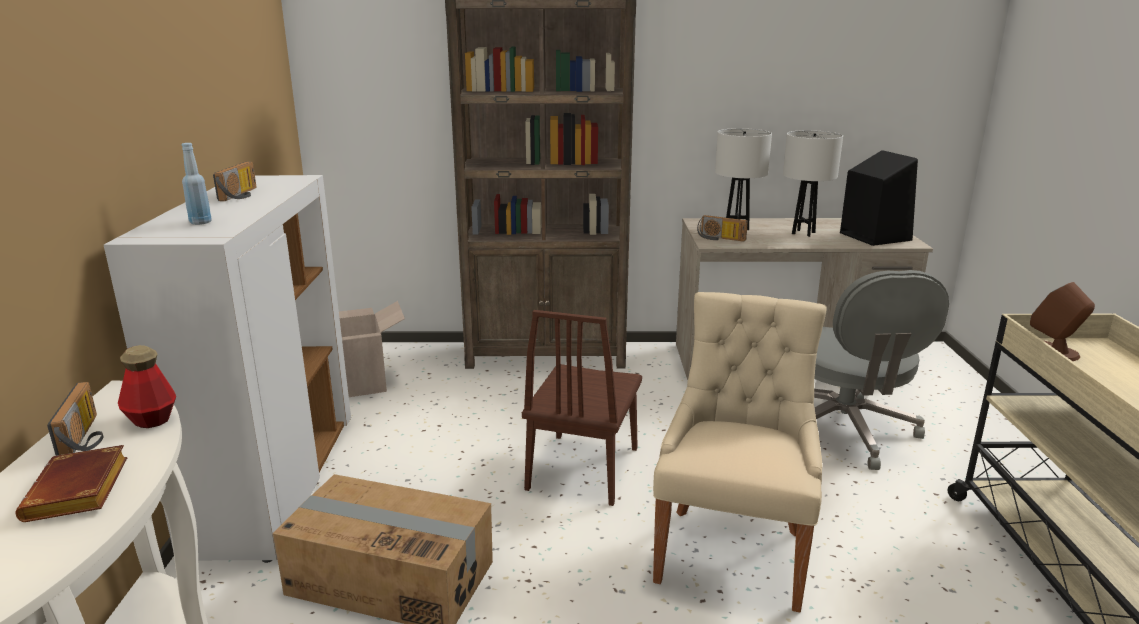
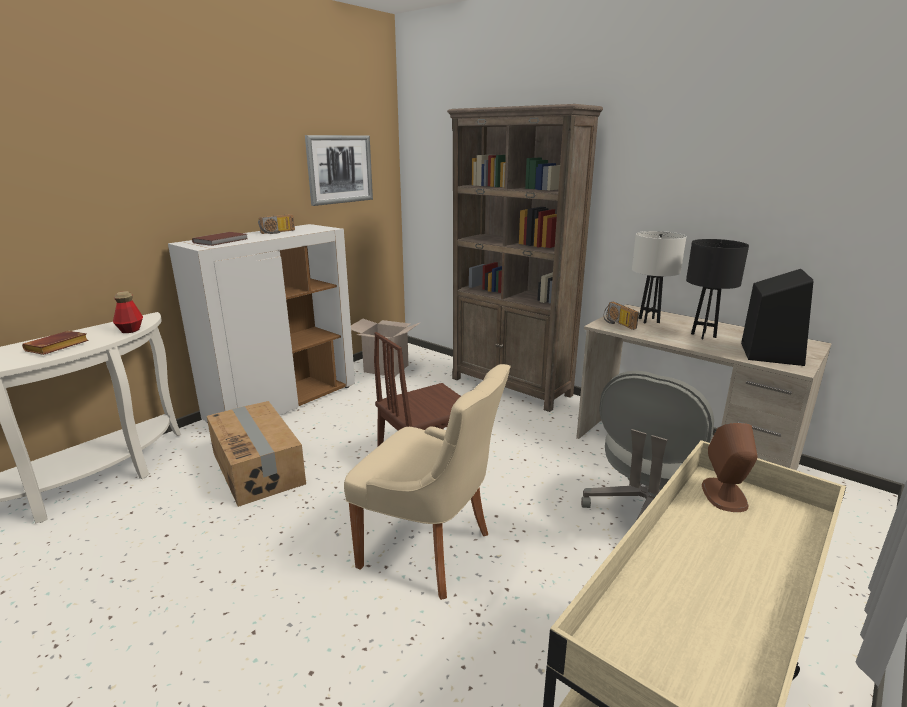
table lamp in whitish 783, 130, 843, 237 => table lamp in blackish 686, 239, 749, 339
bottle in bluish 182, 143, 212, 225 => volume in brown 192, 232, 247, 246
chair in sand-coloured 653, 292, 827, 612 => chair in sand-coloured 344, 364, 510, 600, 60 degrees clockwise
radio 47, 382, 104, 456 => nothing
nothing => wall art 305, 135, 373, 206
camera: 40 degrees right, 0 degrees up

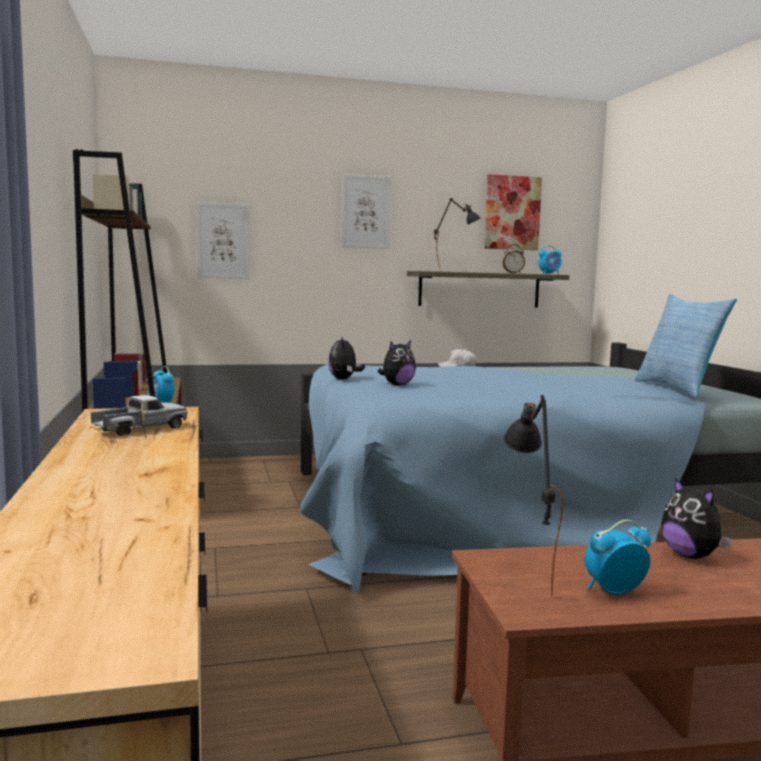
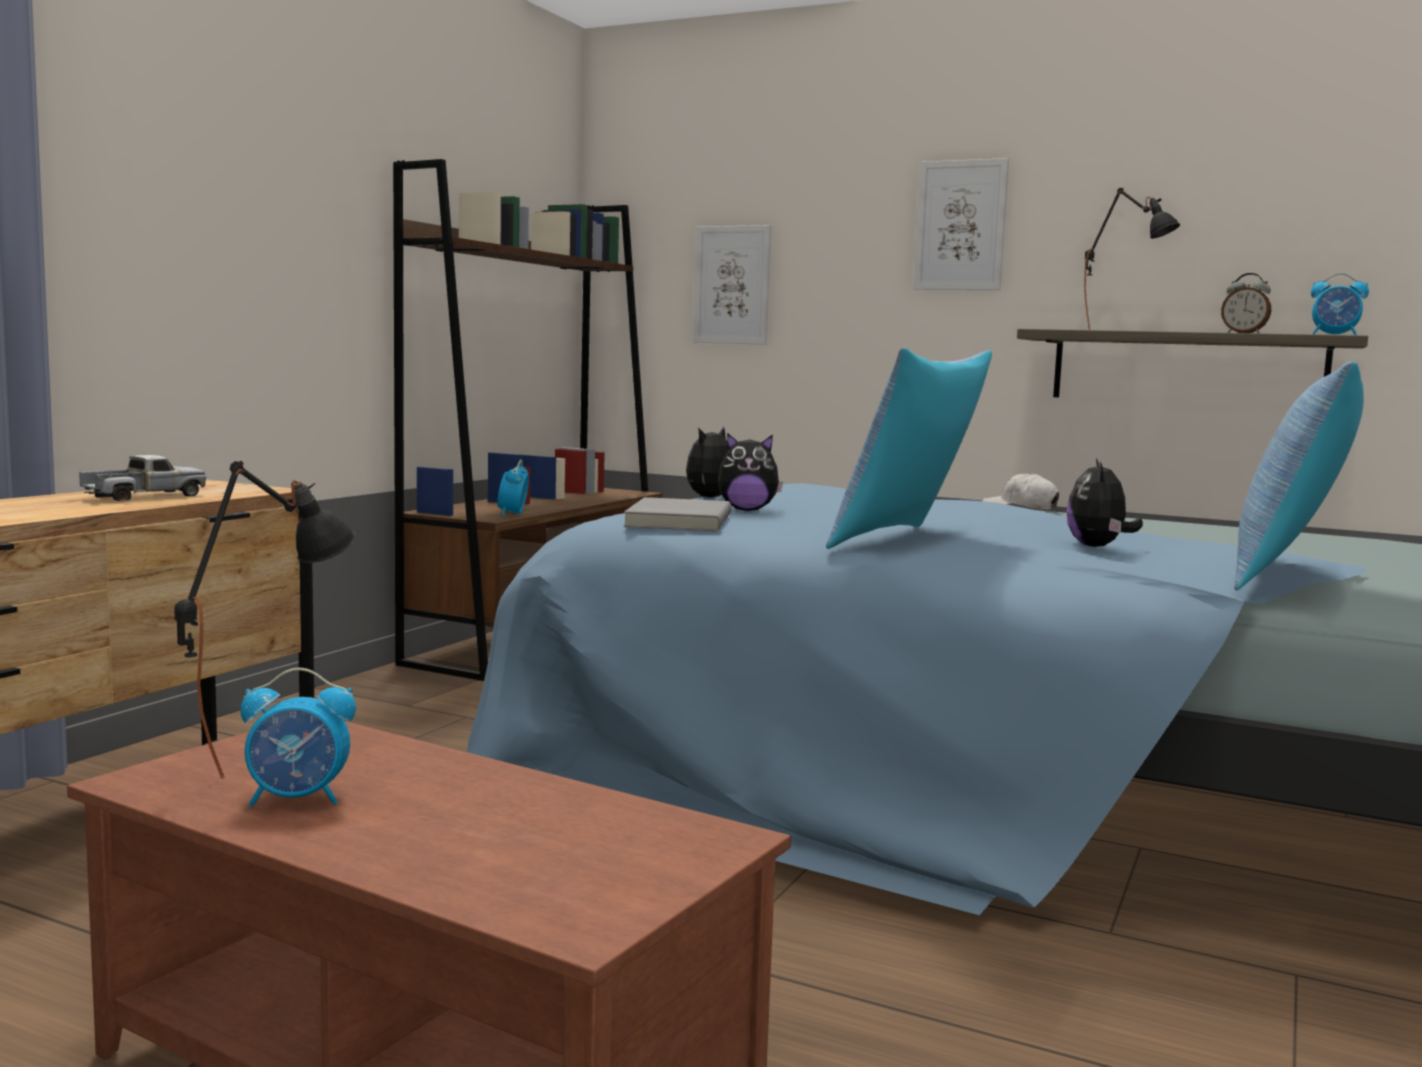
wall art 484, 174, 542, 250 => nothing
model truck 91, 395, 188, 436 => model truck 79, 455, 206, 501, 45 degrees counterclockwise
cuddly toy 661, 478, 733, 559 => cuddly toy 1066, 458, 1143, 547, moved
bedside clock 584, 520, 651, 595 => bedside clock 240, 668, 356, 807, 150 degrees clockwise
nothing => throw pillow 826, 347, 992, 549
nothing => volume in gray 624, 497, 732, 531
camera: 40 degrees right, 0 degrees up

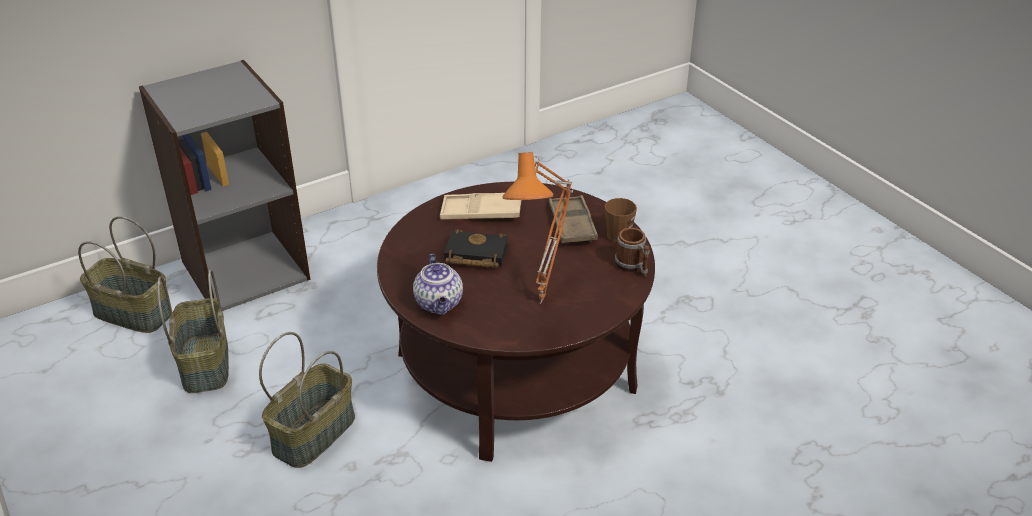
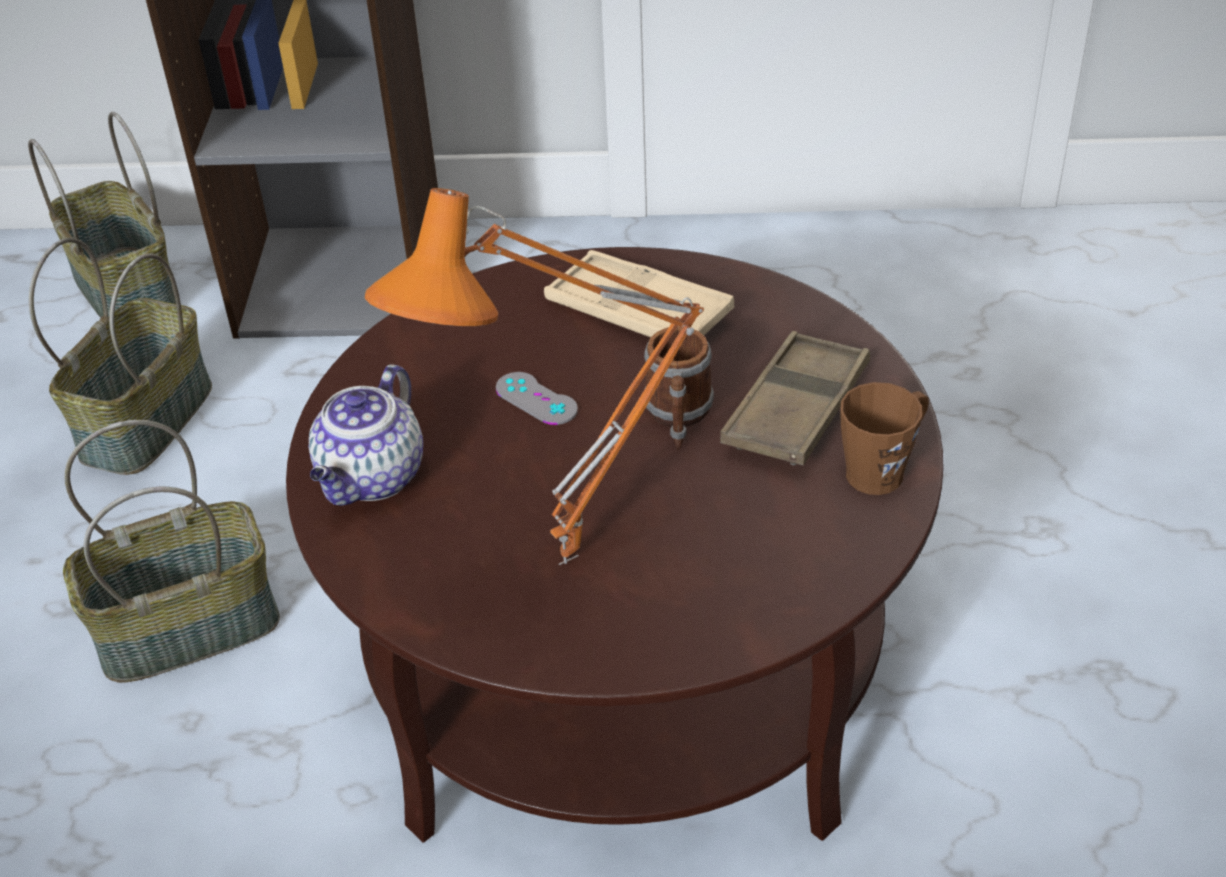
mug 615, 228, 650, 278 => mug 644, 326, 714, 450, moved
volume in blackish 444, 229, 508, 268 => game controller in gray 496, 372, 578, 425
camera: 35 degrees right, 5 degrees up

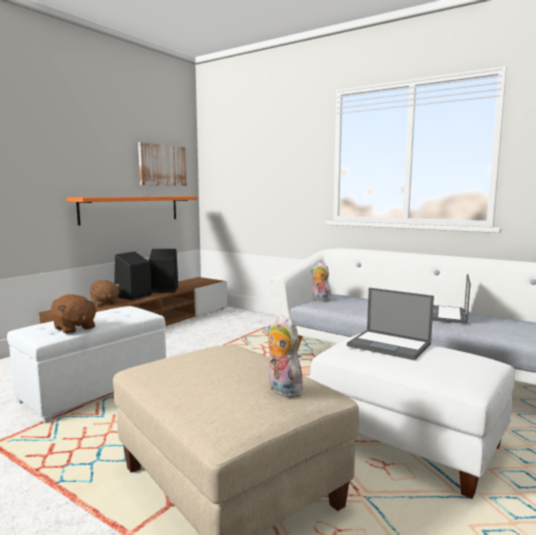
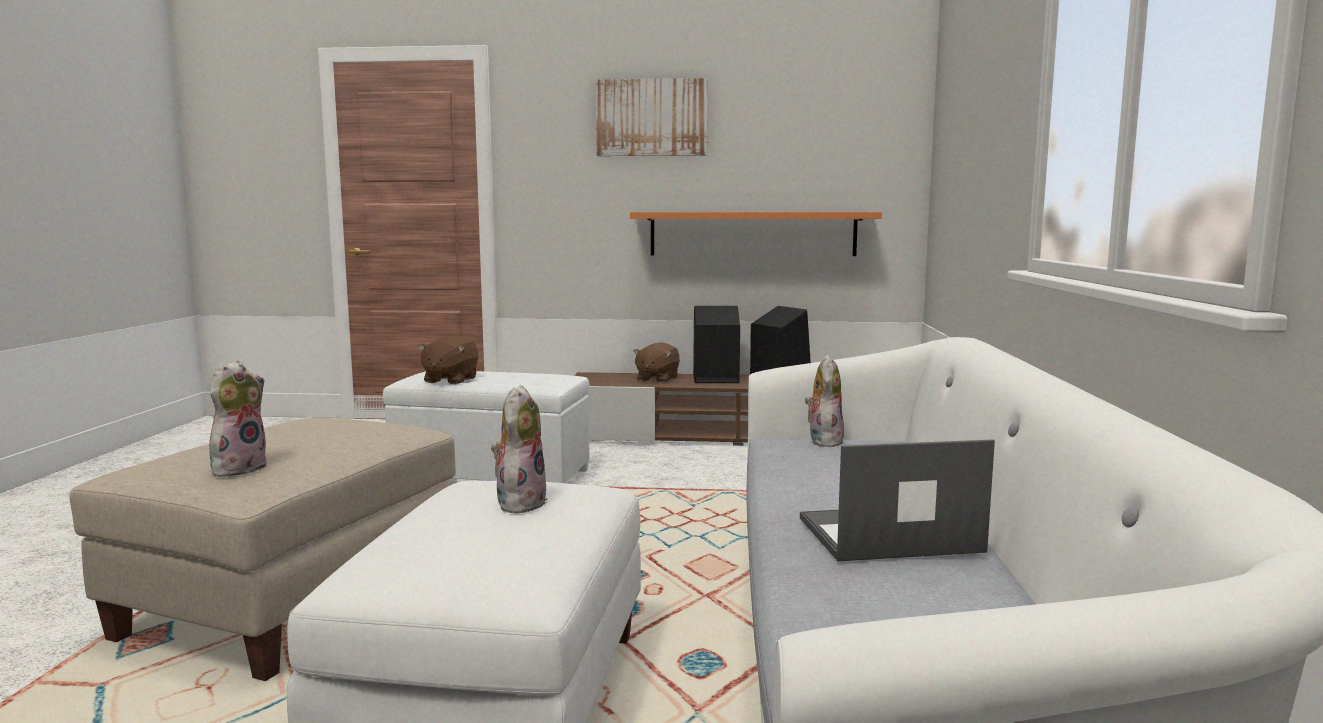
wall art 138, 142, 187, 186 => wall art 596, 78, 708, 156, moved
notebook computer 347, 288, 434, 360 => cuddly toy 491, 385, 547, 514
camera: 60 degrees right, 0 degrees up

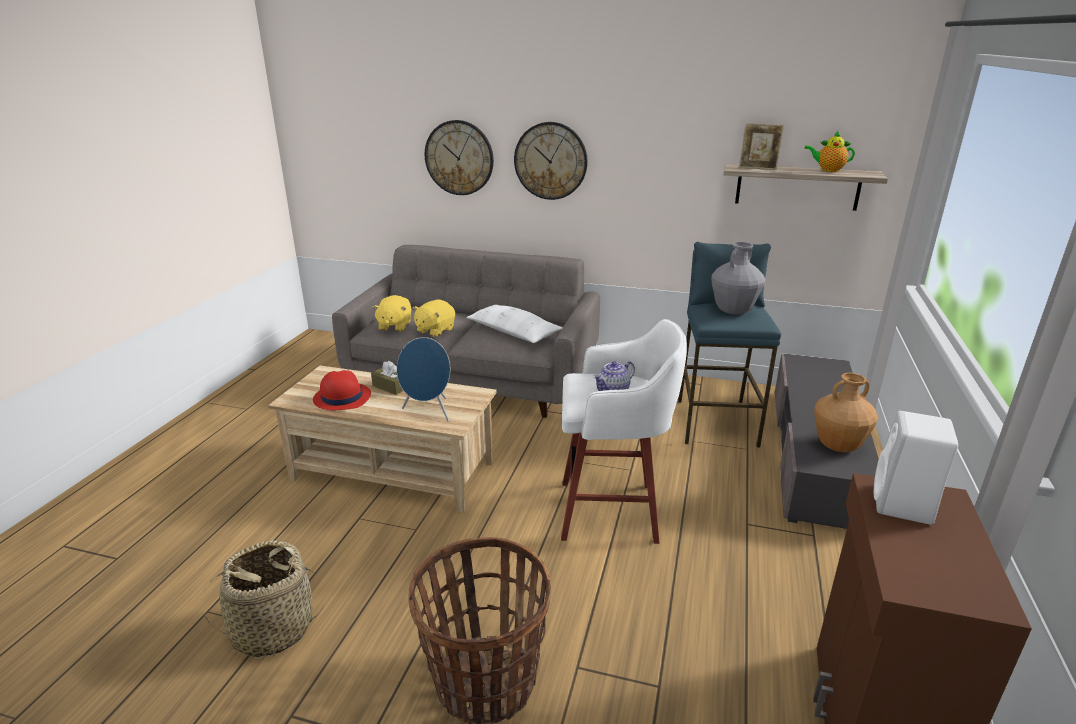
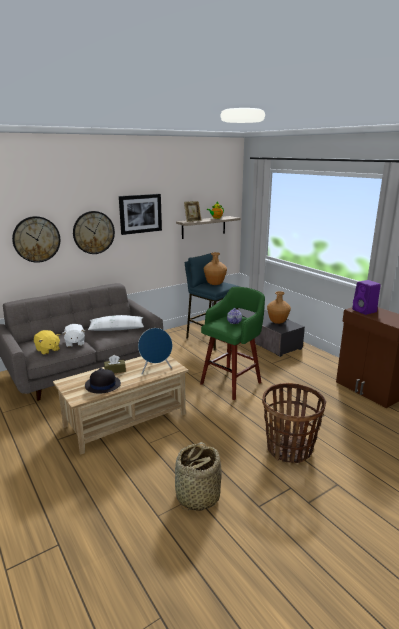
decorative vase in gray 711, 242, 766, 315 => decorative vase in brown 204, 252, 227, 285
cuddly toy in yellow-coloured 413, 300, 455, 337 => cuddly toy in whitish 63, 324, 85, 347
sitting stool in whitish 561, 319, 687, 544 => sitting stool in greenish 200, 287, 265, 400
clothing hat in red 313, 370, 371, 410 => clothing hat in blackish 85, 368, 121, 394
loudspeaker in whitish 874, 411, 958, 525 => loudspeaker in purple 352, 280, 381, 315
nothing => wall art 119, 194, 162, 235
camera: 50 degrees left, 5 degrees down

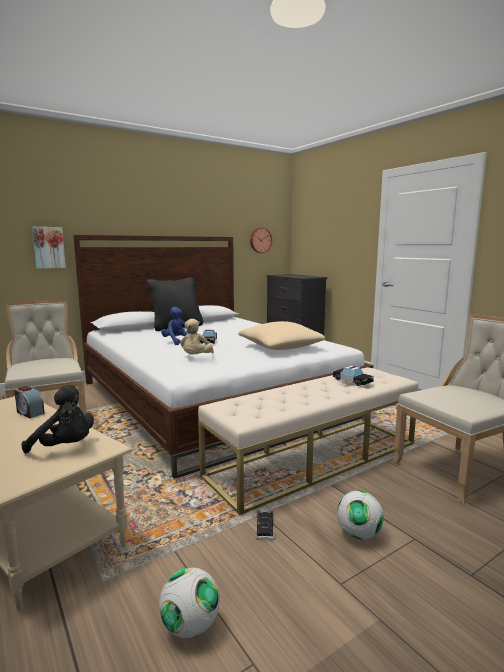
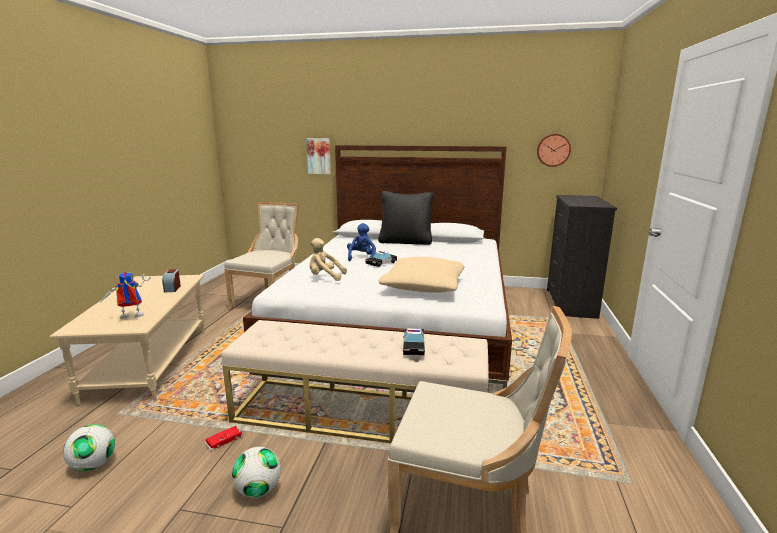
cuddly toy in sand-coloured 180, 319, 214, 354 => cuddly toy in sand-coloured 309, 238, 347, 281, 45 degrees clockwise
cuddly toy in blackish 21, 385, 94, 454 => toy robot 101, 272, 151, 319
miniature car in blackish 256, 511, 274, 539 => miniature car in red 205, 426, 243, 451
camera: 45 degrees right, 5 degrees up

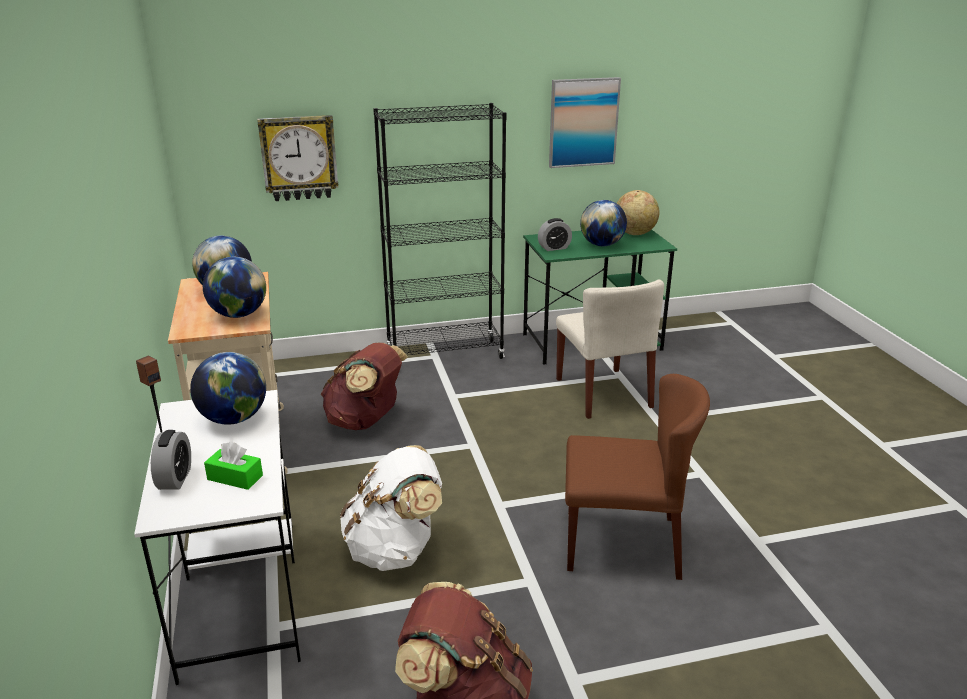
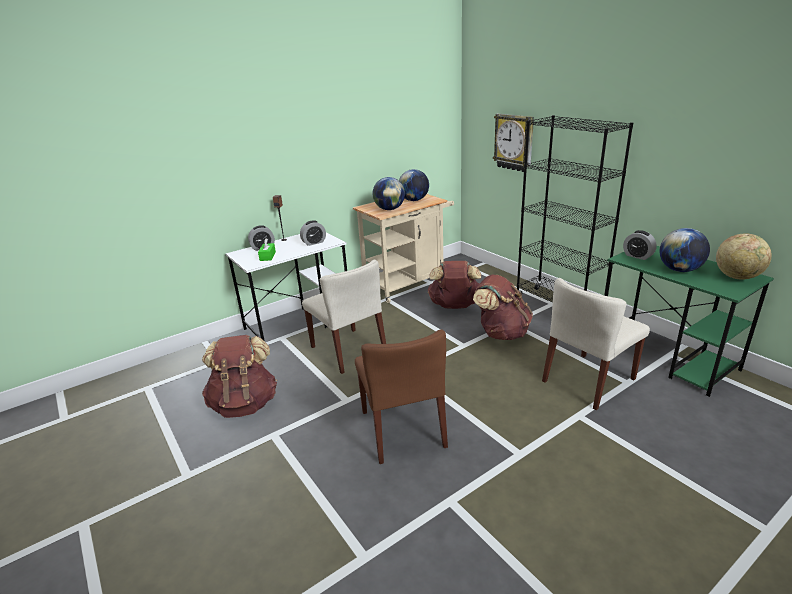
wall art 549, 77, 621, 168 => nothing
desk globe 190, 352, 266, 425 => bedside clock 300, 220, 326, 246
knapsack in whitish 340, 445, 442, 571 => chair in sand-coloured 302, 260, 386, 374
nothing => knapsack in brown 473, 275, 533, 340
camera: 70 degrees right, 0 degrees up

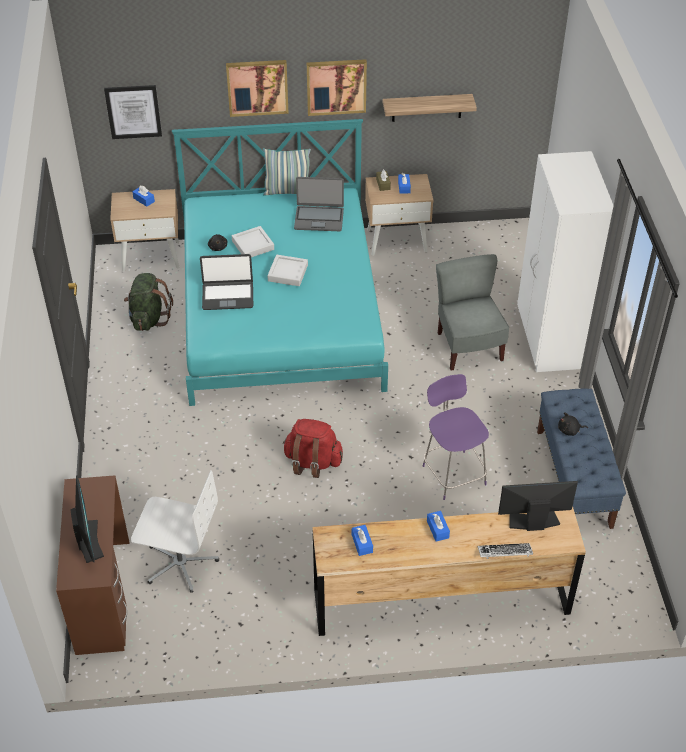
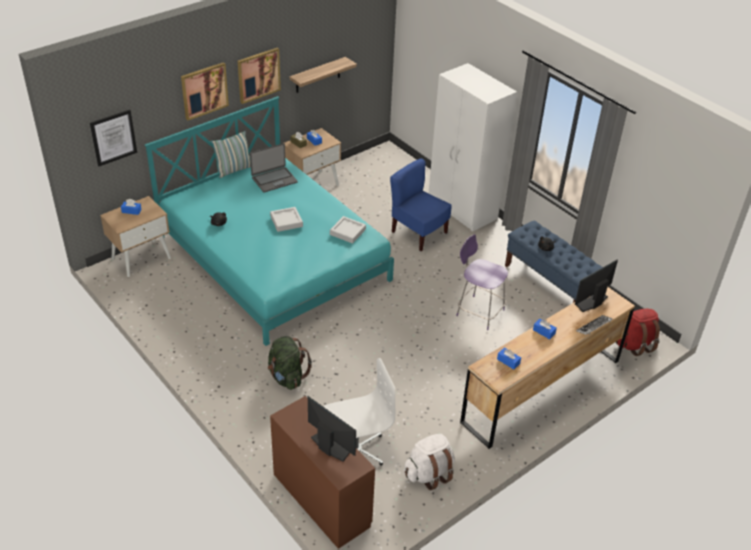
tray in gray 232, 226, 274, 257 => tray in gray 330, 216, 366, 244, moved
notebook computer 200, 254, 253, 310 => nothing
chair in gray 436, 254, 509, 371 => chair in bluish 390, 158, 451, 251
knapsack in greenish 124, 273, 173, 331 => knapsack in greenish 268, 336, 312, 390, moved
knapsack in red 283, 419, 343, 478 => knapsack in red 616, 308, 660, 356, moved
nothing => knapsack in whitish 404, 434, 455, 490
camera: 35 degrees left, 5 degrees down

